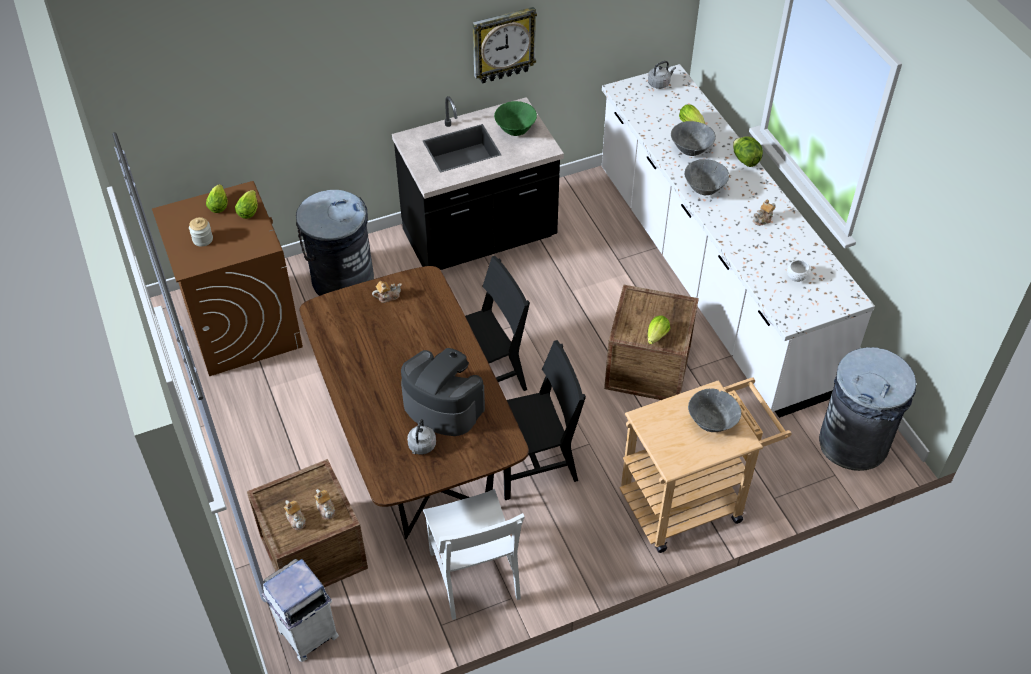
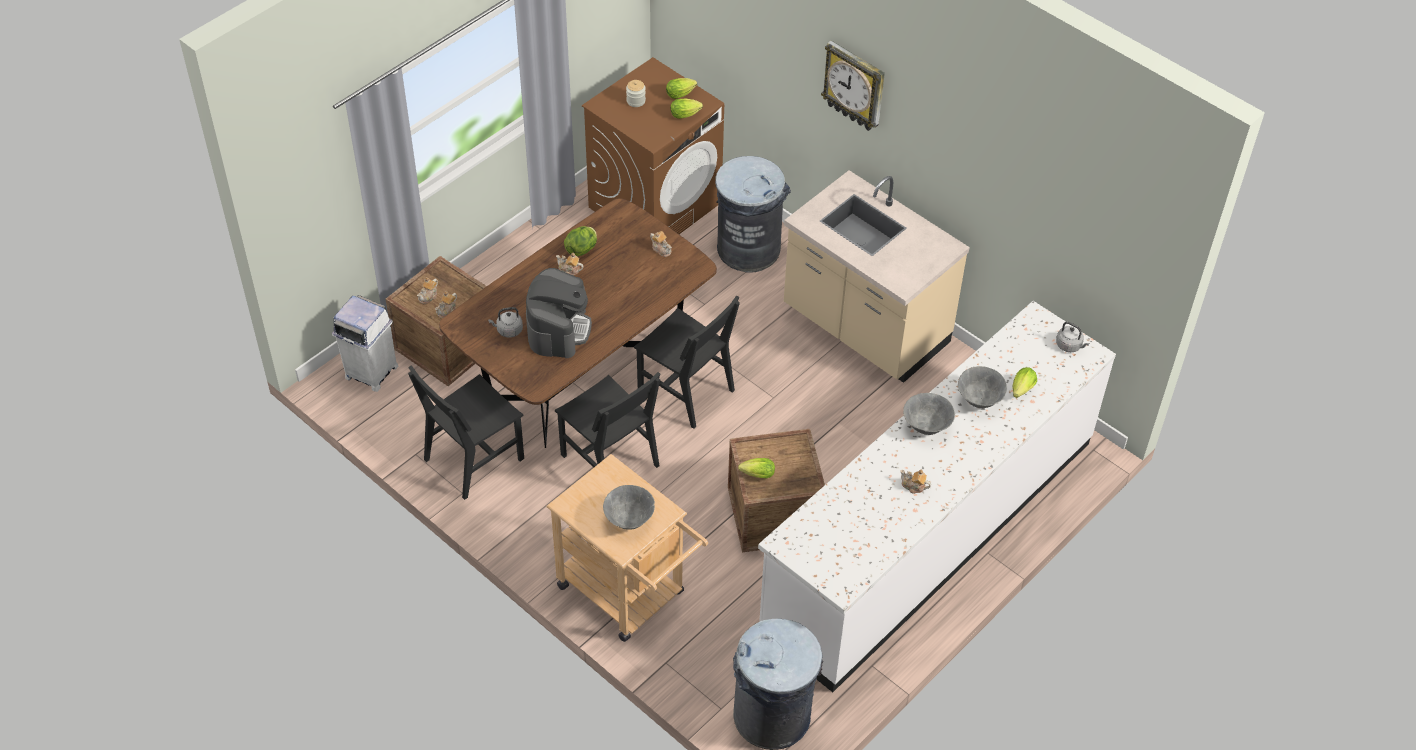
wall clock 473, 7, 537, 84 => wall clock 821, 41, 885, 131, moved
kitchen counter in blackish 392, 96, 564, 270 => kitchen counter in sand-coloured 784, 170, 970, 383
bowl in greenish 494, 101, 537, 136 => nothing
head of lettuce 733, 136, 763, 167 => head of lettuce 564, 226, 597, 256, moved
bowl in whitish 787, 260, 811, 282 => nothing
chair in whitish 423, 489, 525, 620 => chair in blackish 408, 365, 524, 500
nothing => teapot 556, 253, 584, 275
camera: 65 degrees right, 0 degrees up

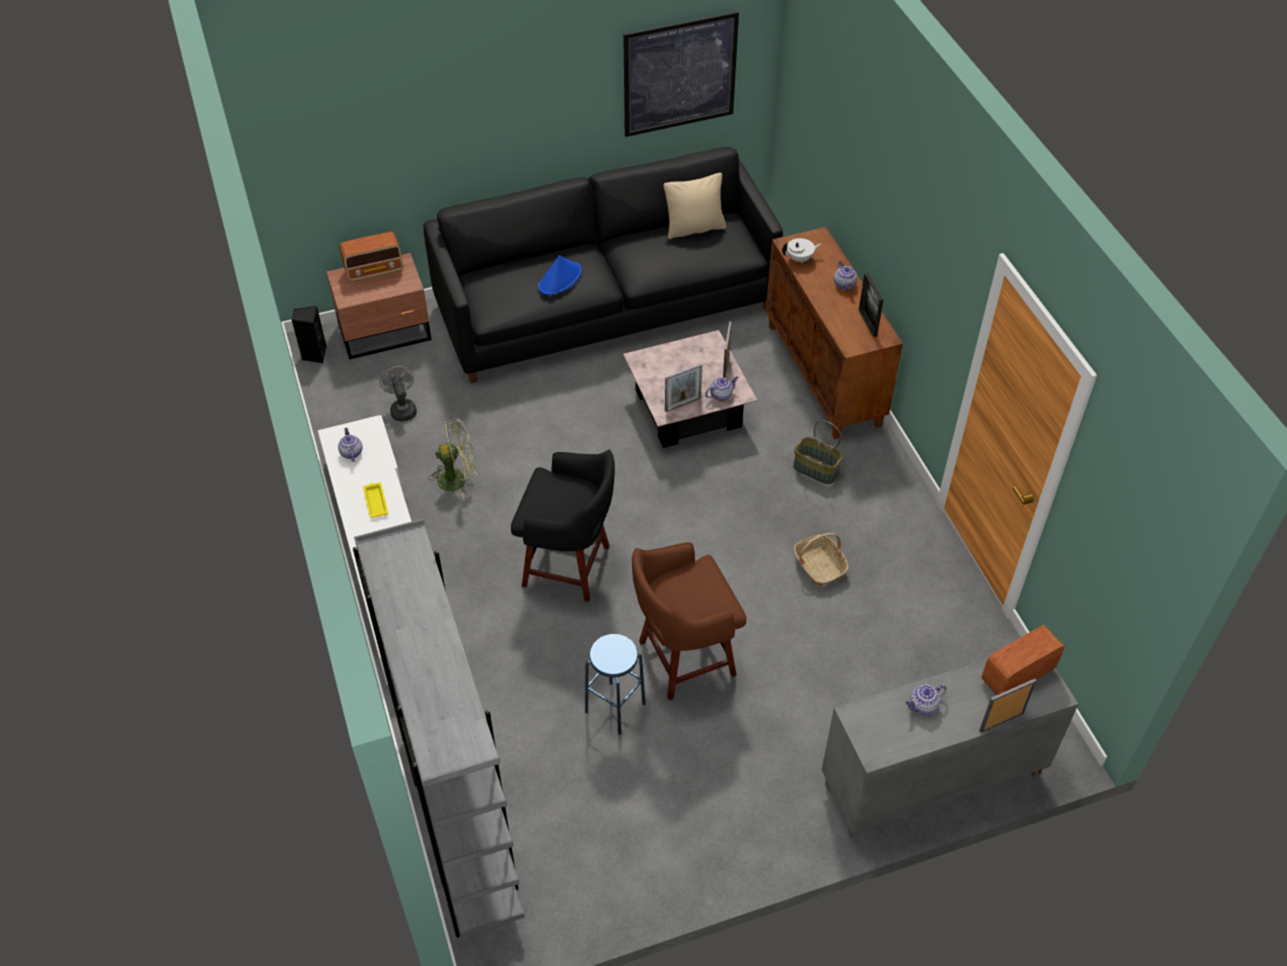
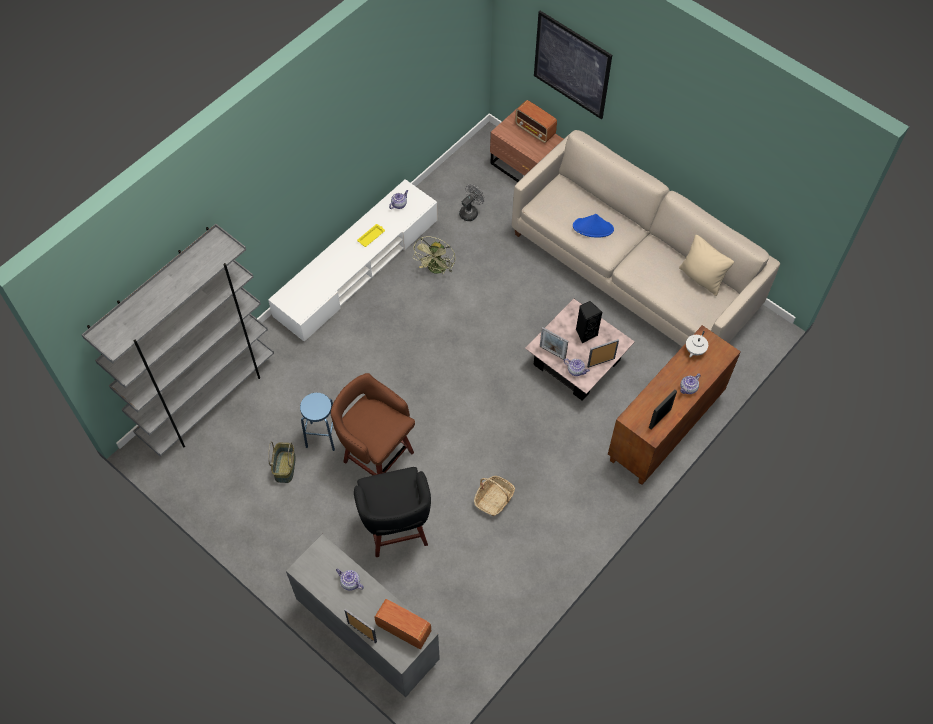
wall art 623, 11, 739, 137 => wall art 534, 11, 612, 119, moved
couch in blackish 424, 147, 783, 383 => couch in sand-coloured 512, 130, 780, 347
teapot in whitish 782, 238, 822, 264 => teapot in whitish 686, 330, 708, 357, 75 degrees clockwise
loudspeaker in blackish 291, 306, 327, 363 => loudspeaker in blackish 576, 301, 602, 344, moved
cooling fan in greenish 428, 418, 477, 498 => cooling fan in greenish 413, 236, 455, 274, 60 degrees clockwise
storage basket 793, 420, 843, 484 => storage basket 268, 441, 296, 483, moved
sitting stool in blackish 511, 450, 615, 602 => sitting stool in blackish 354, 467, 431, 557, moved
camera: 60 degrees right, 10 degrees up

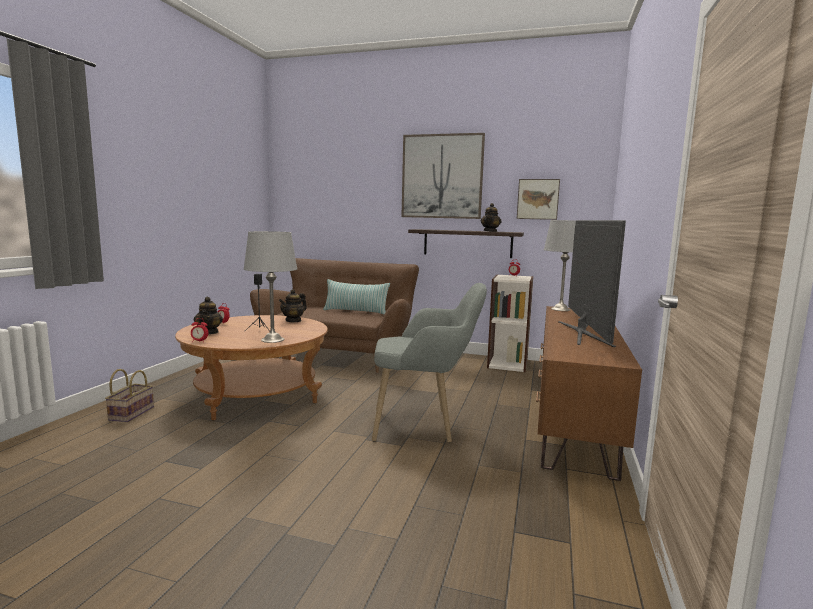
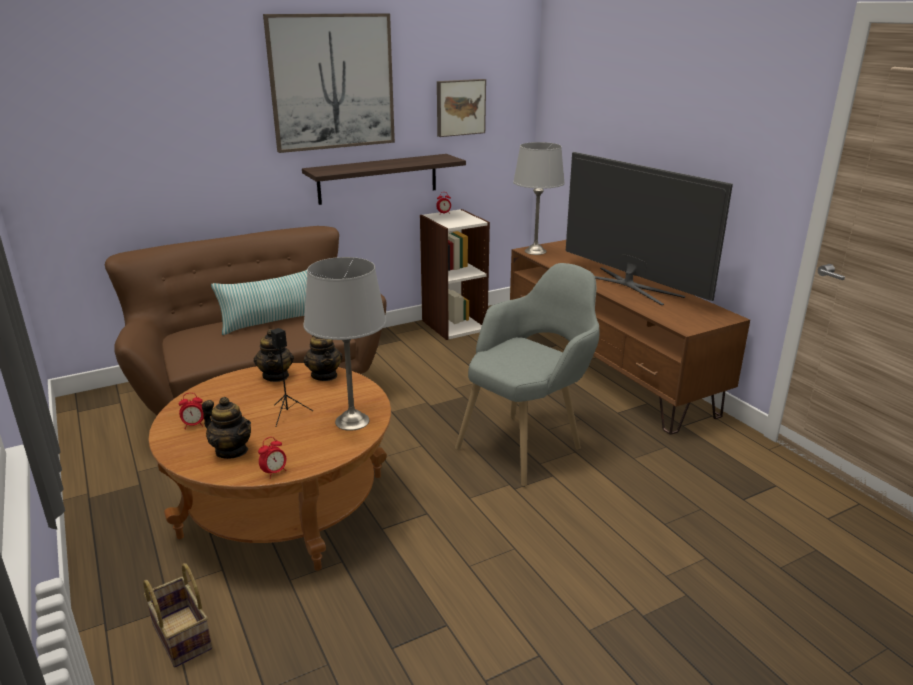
teapot 481, 203, 501, 232 => teapot 304, 335, 342, 381, moved
camera: 45 degrees left, 15 degrees up

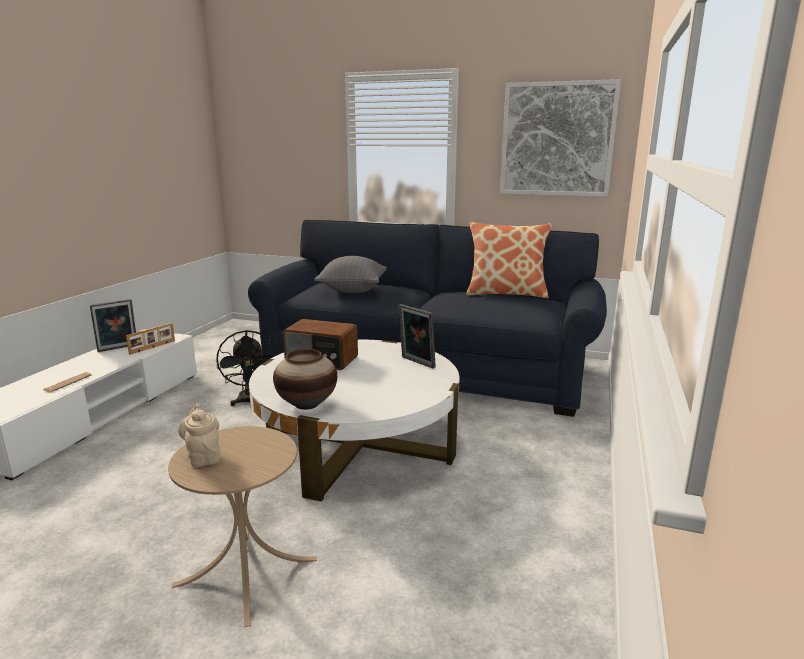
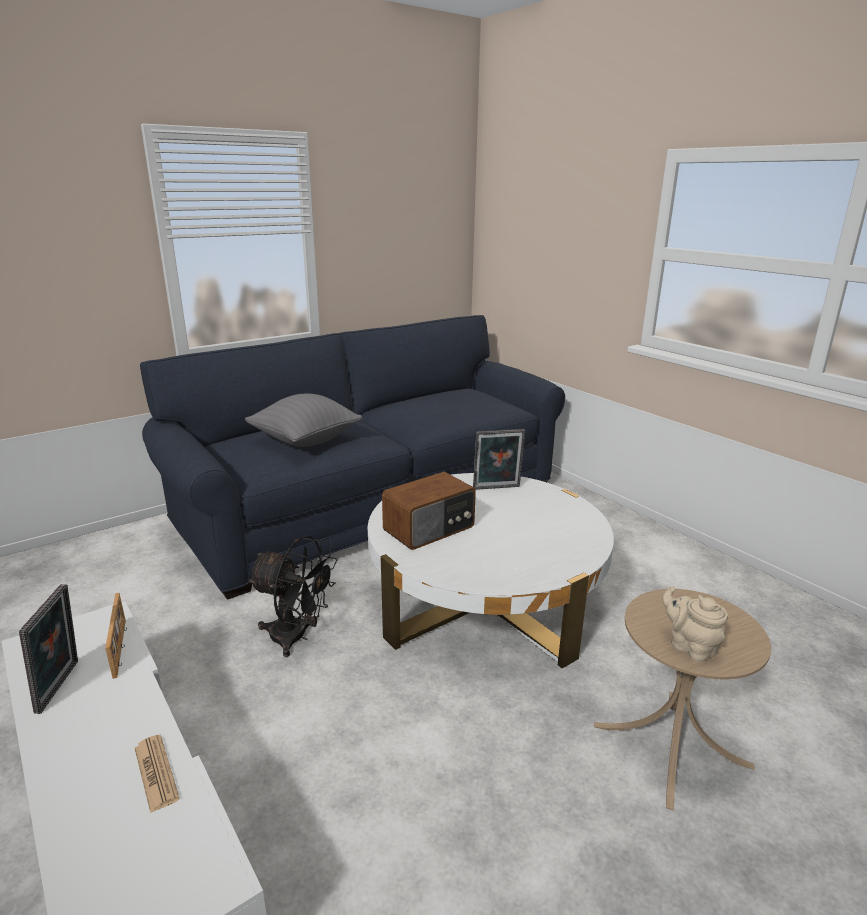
wall art 500, 79, 621, 197 => nothing
throw pillow 466, 222, 552, 299 => nothing
decorative vase 273, 349, 337, 410 => nothing
teapot in sand-coloured 178, 403, 220, 467 => teapot in sand-coloured 662, 586, 728, 662, 45 degrees clockwise
camera: 55 degrees left, 5 degrees up

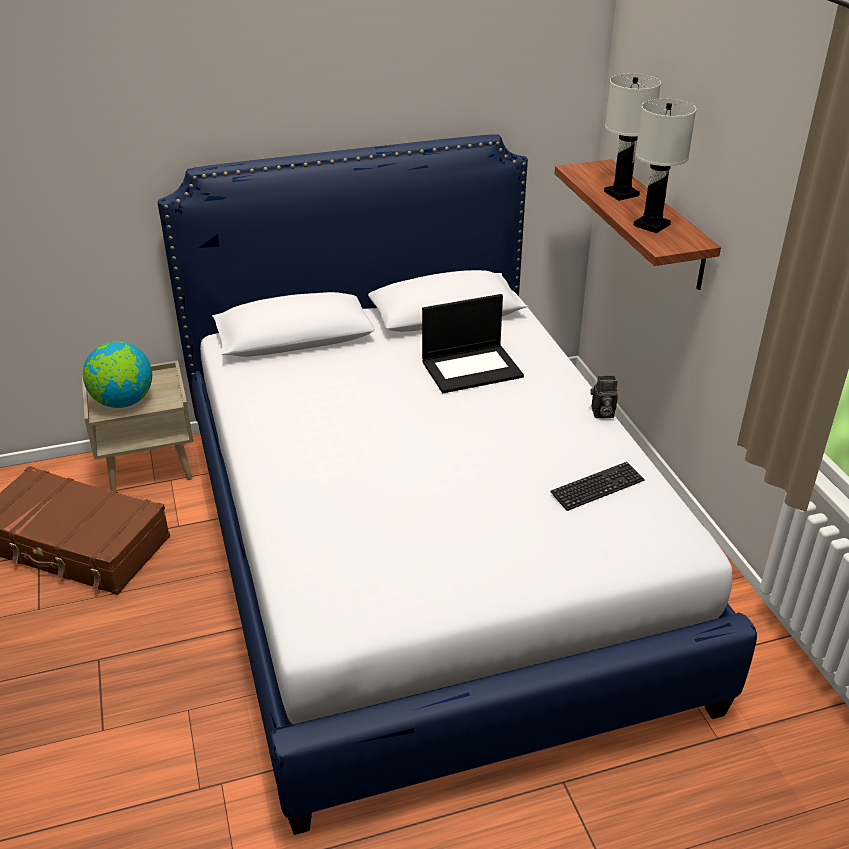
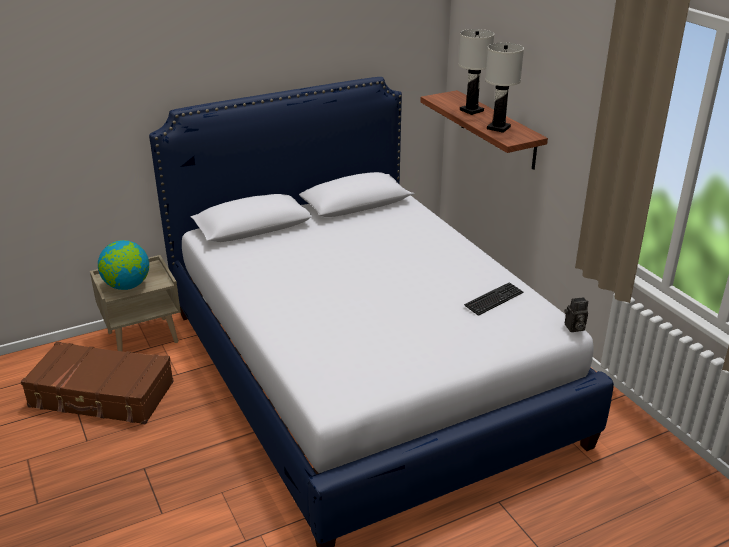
notebook computer 422, 294, 524, 393 => nothing
still camera 590, 375, 618, 418 => still camera 564, 297, 588, 332, moved
camera: 10 degrees left, 5 degrees down

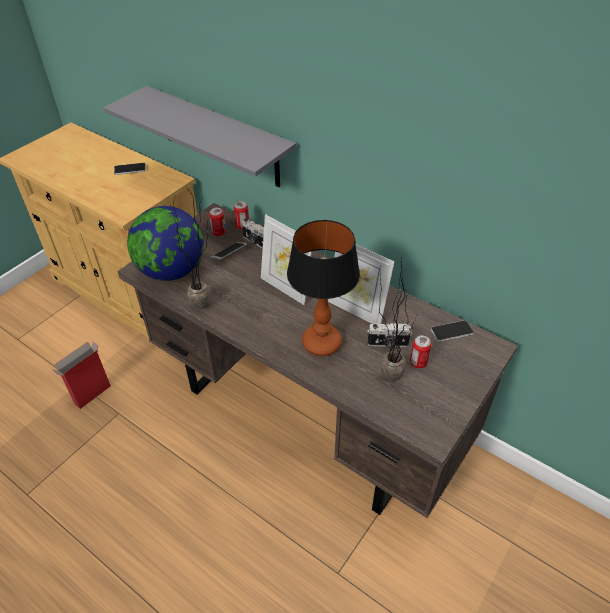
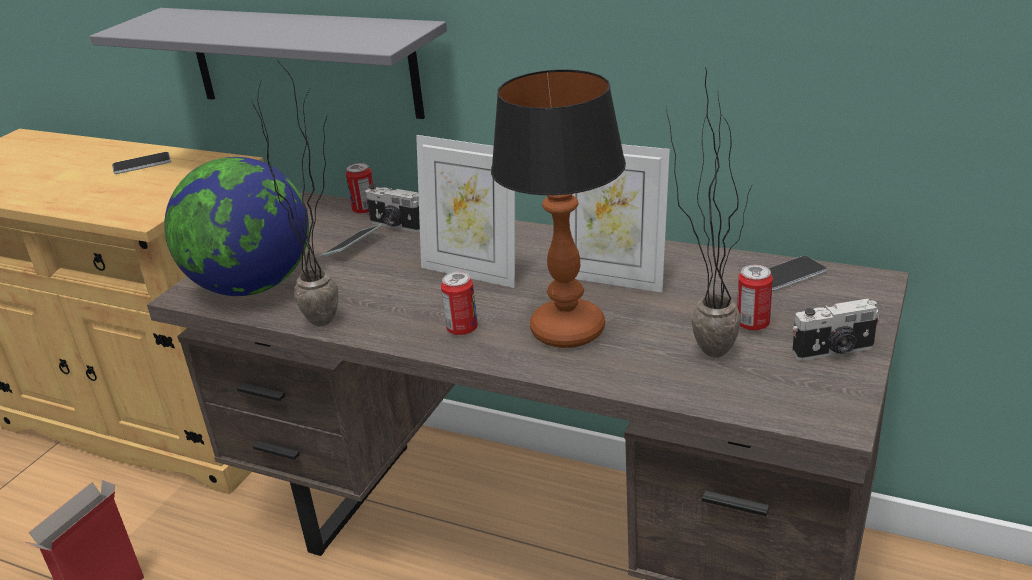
can 209, 208, 226, 236 => can 441, 272, 478, 335, moved
still camera 367, 323, 412, 348 => still camera 792, 299, 879, 361, moved
camera: 10 degrees left, 15 degrees down

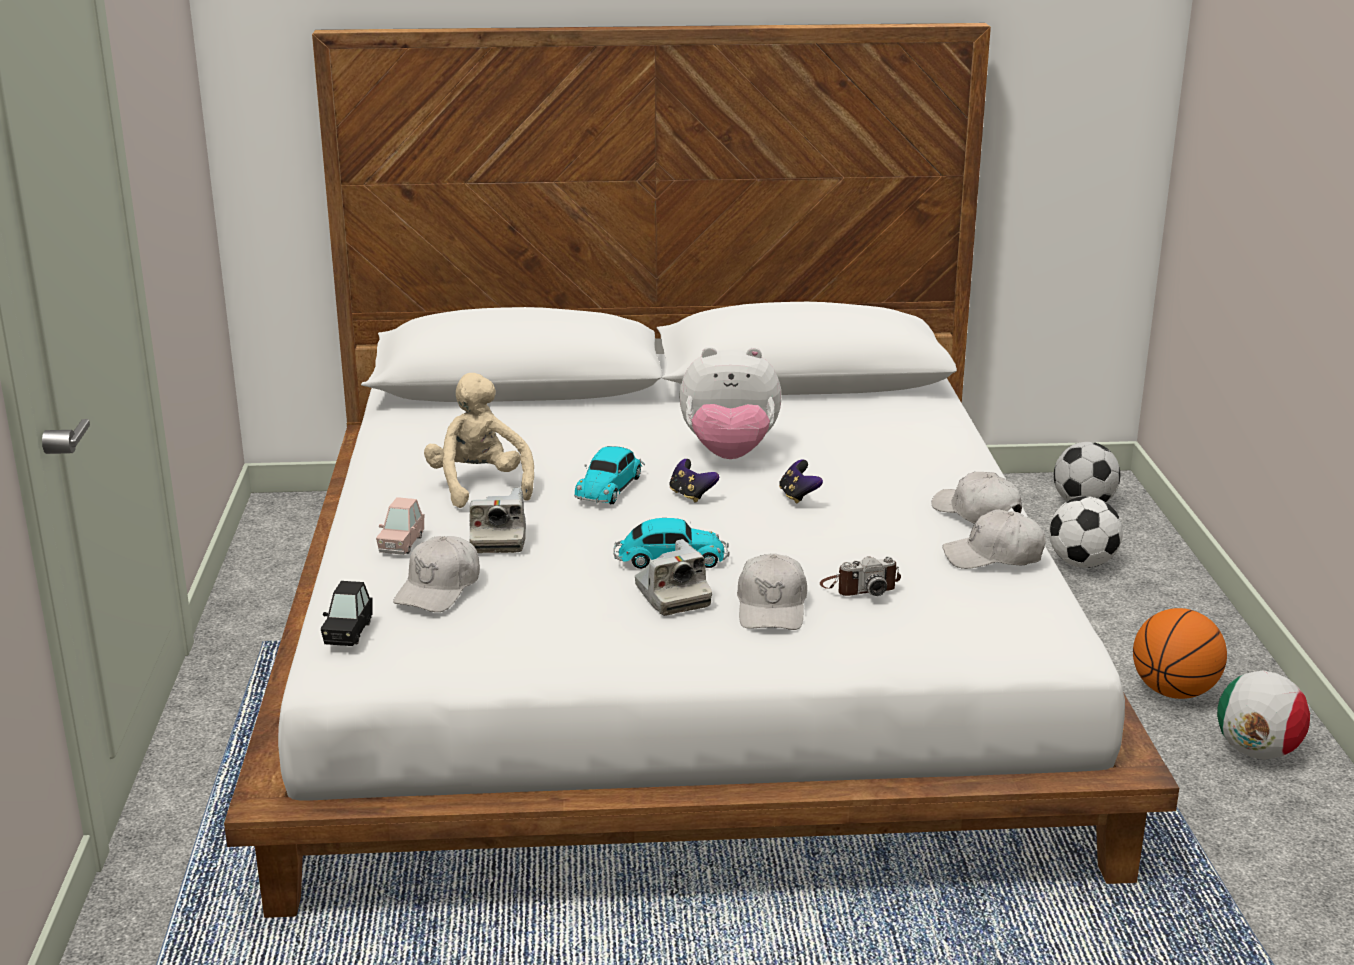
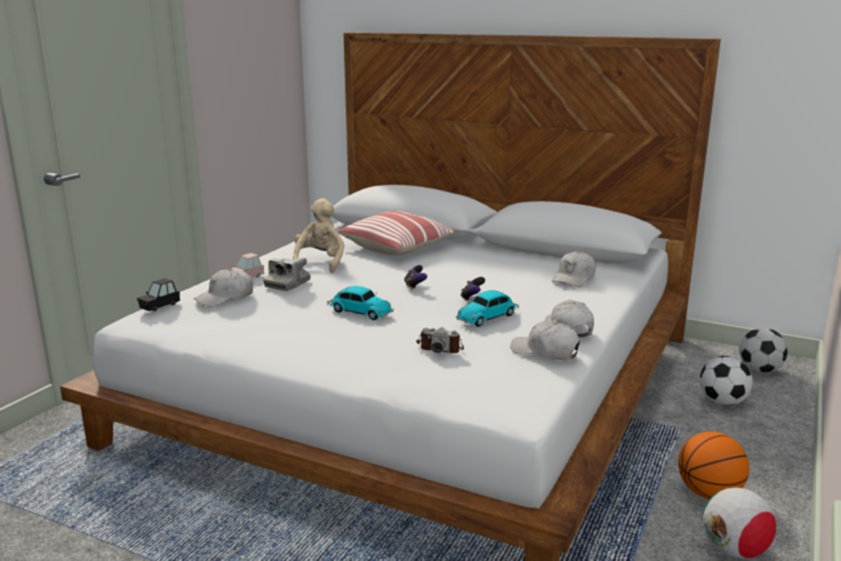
cuddly toy 679, 347, 782, 459 => nothing
miniature car 574, 446, 645, 504 => miniature car 456, 290, 519, 327, moved
still camera 635, 539, 712, 616 => nothing
peaked cap in whitish 737, 553, 807, 630 => peaked cap in whitish 552, 251, 596, 287, moved
nothing => throw pillow 338, 211, 457, 255
camera: 30 degrees right, 5 degrees down

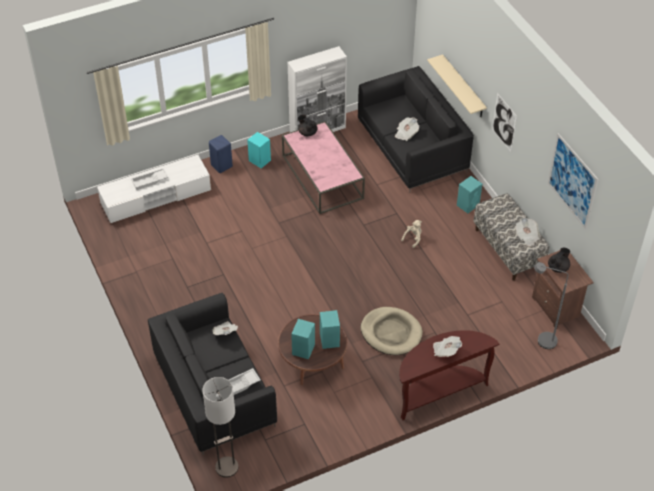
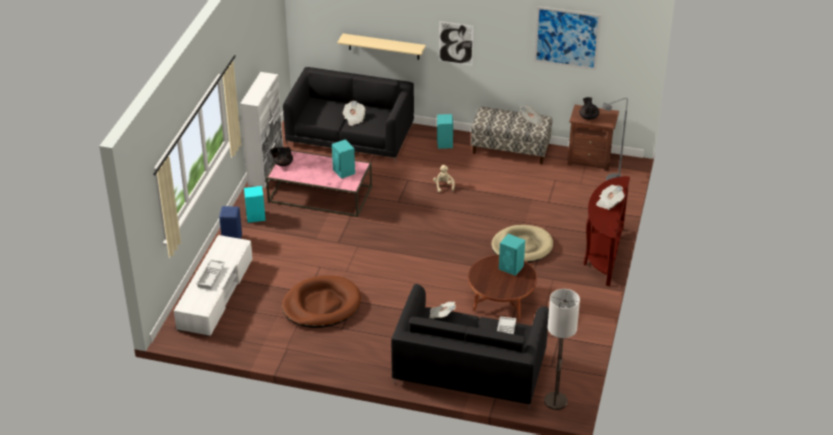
loudspeaker in turquoise-coloured 291, 319, 315, 359 => loudspeaker in turquoise-coloured 332, 139, 355, 179, moved
nothing => pet bed in brown 282, 275, 361, 328
camera: 50 degrees left, 10 degrees down

